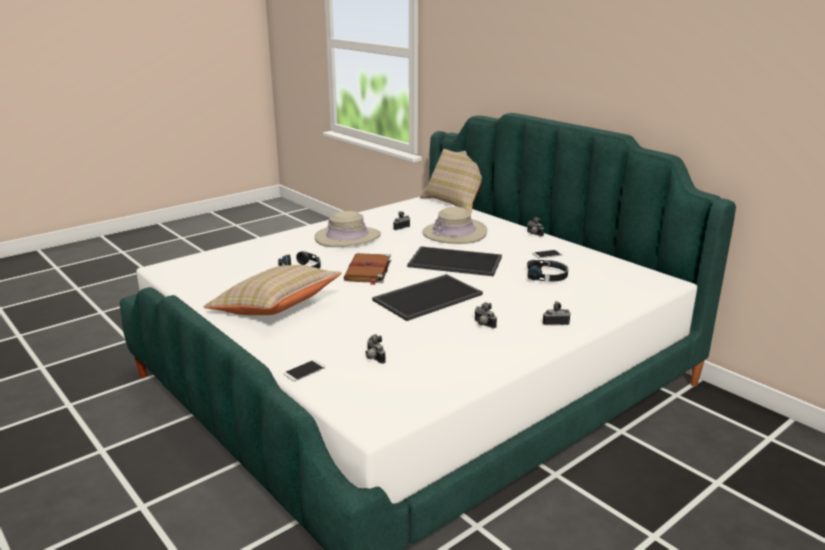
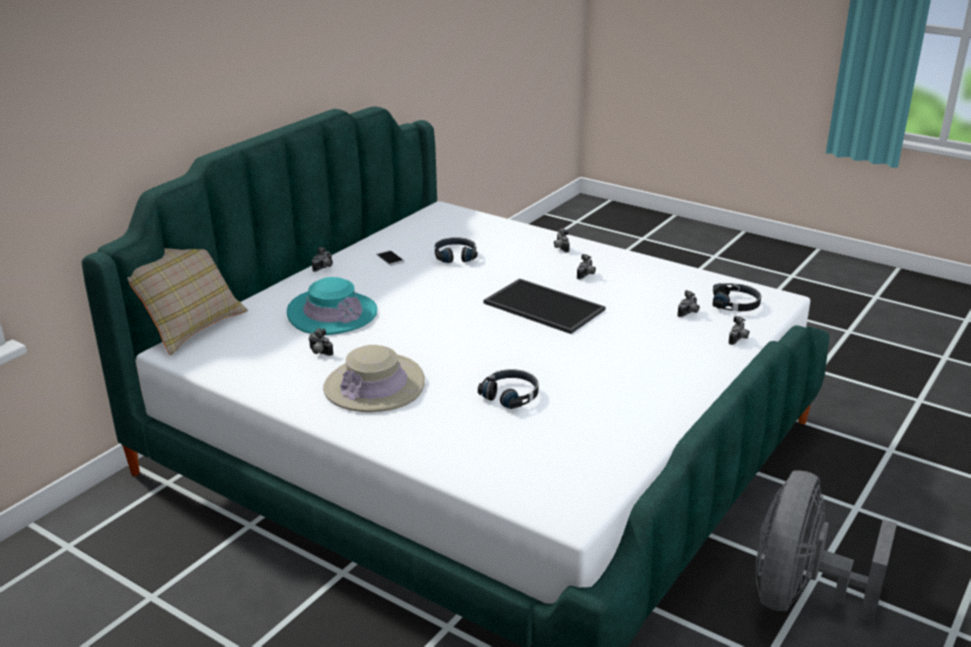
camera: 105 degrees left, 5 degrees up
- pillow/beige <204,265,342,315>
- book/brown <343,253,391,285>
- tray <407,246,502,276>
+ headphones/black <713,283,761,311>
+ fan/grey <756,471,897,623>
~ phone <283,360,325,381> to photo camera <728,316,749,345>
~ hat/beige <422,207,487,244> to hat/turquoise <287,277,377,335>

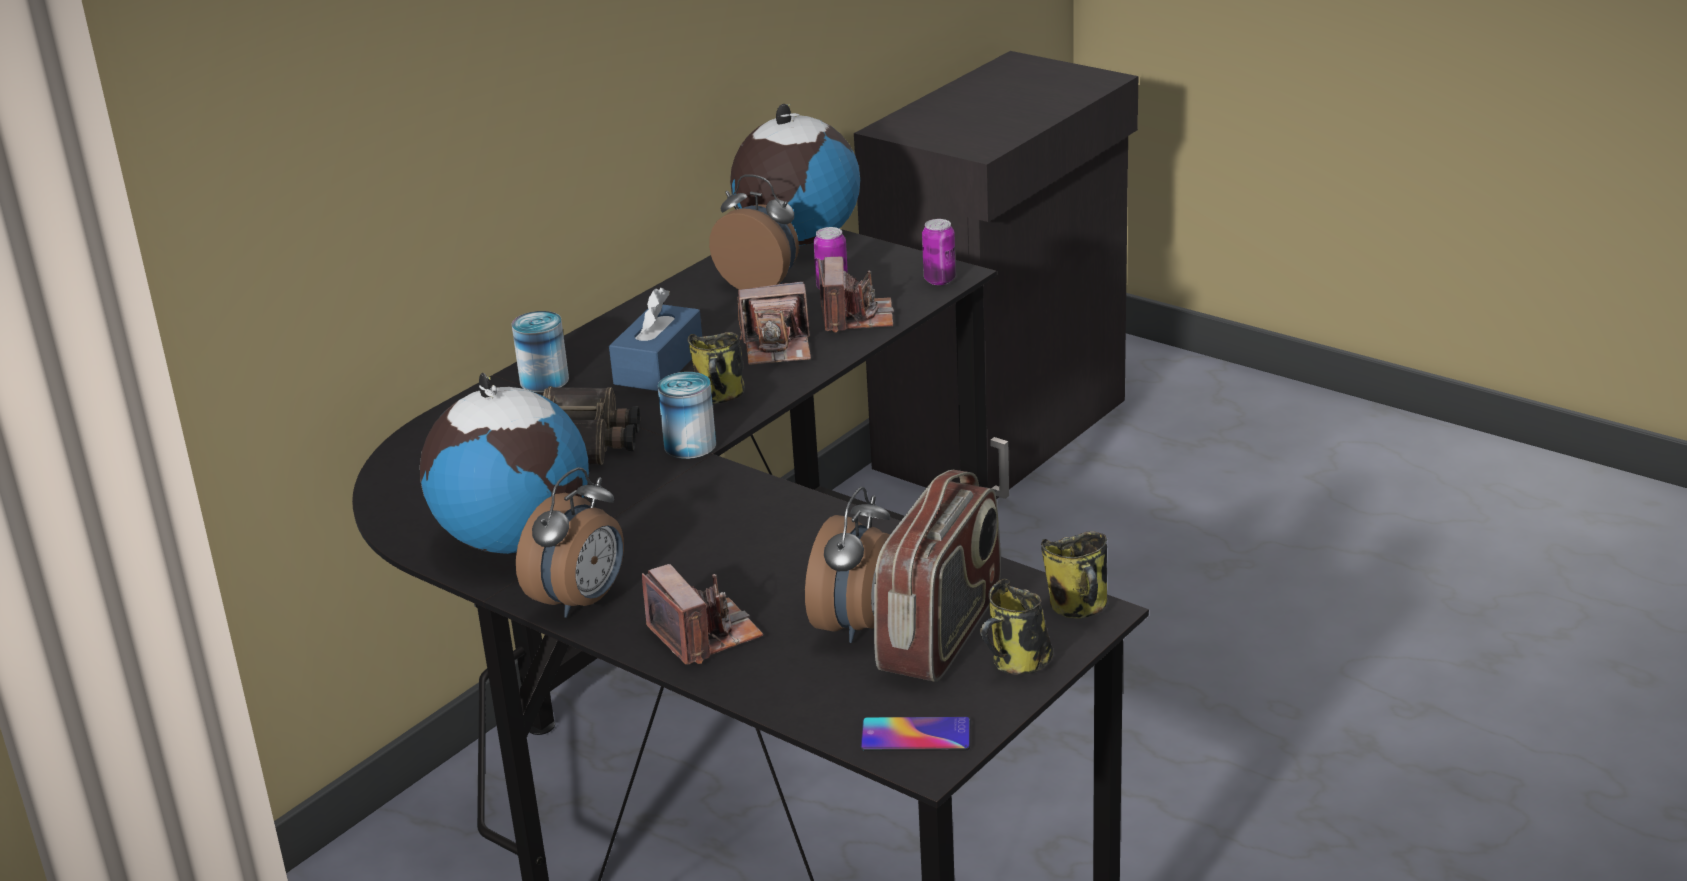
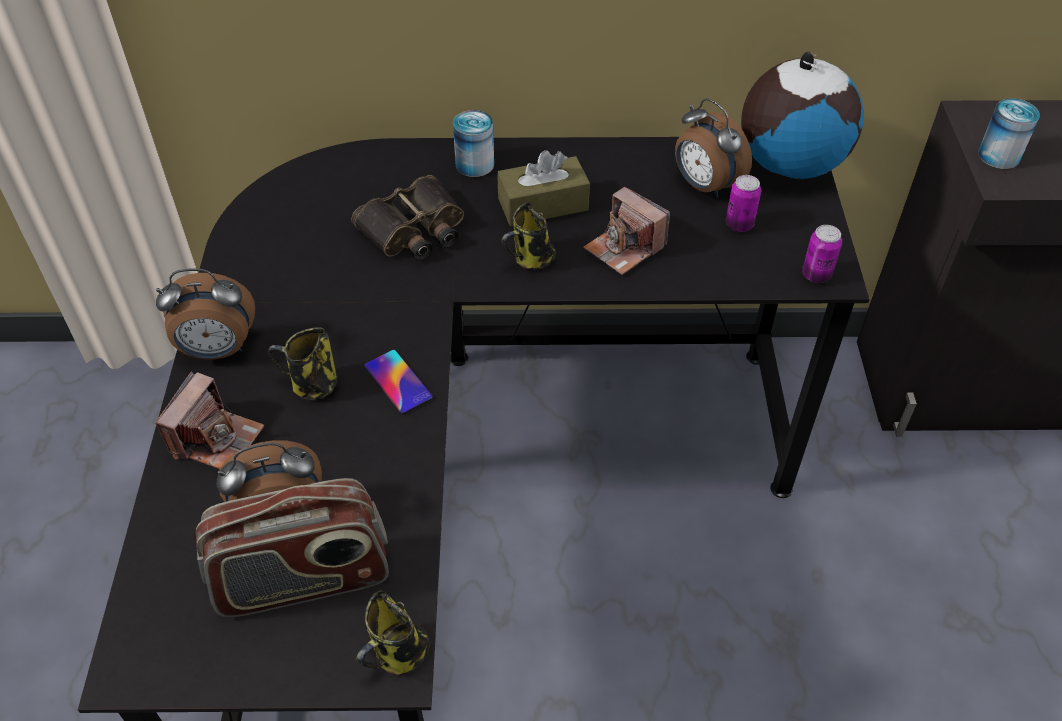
camera: 50 degrees right, 20 degrees up
- globe <420,373,589,554>
- photo camera <818,257,894,333>
~ can <657,372,716,459> to <978,99,1040,169>
~ phone <860,717,970,751> to <364,350,433,414>
~ mug <980,579,1053,675> to <268,328,338,400>
~ tissue box/blue <609,288,702,391> to tissue box/brown <497,150,590,226>
~ alarm clock <709,174,799,290> = <675,99,752,198> 150 degrees clockwise

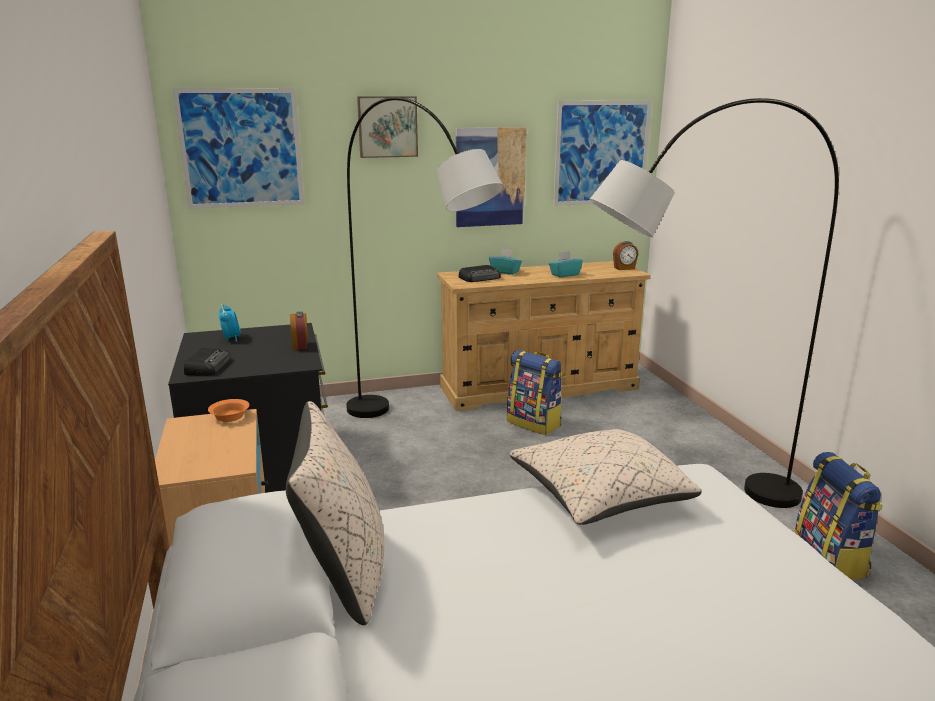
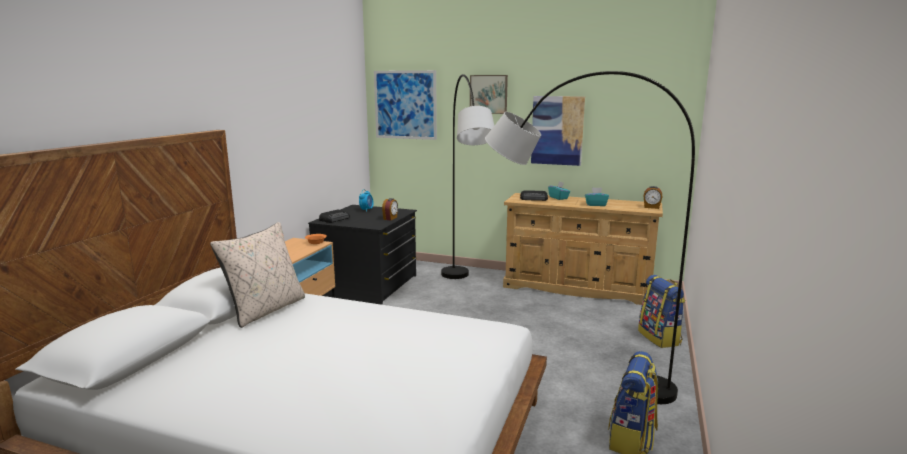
camera: 35 degrees right, 5 degrees down
- pillow/beige <510,429,702,525>
- picture <553,101,652,206>
~ backpack <507,350,563,435> to <638,275,685,348>

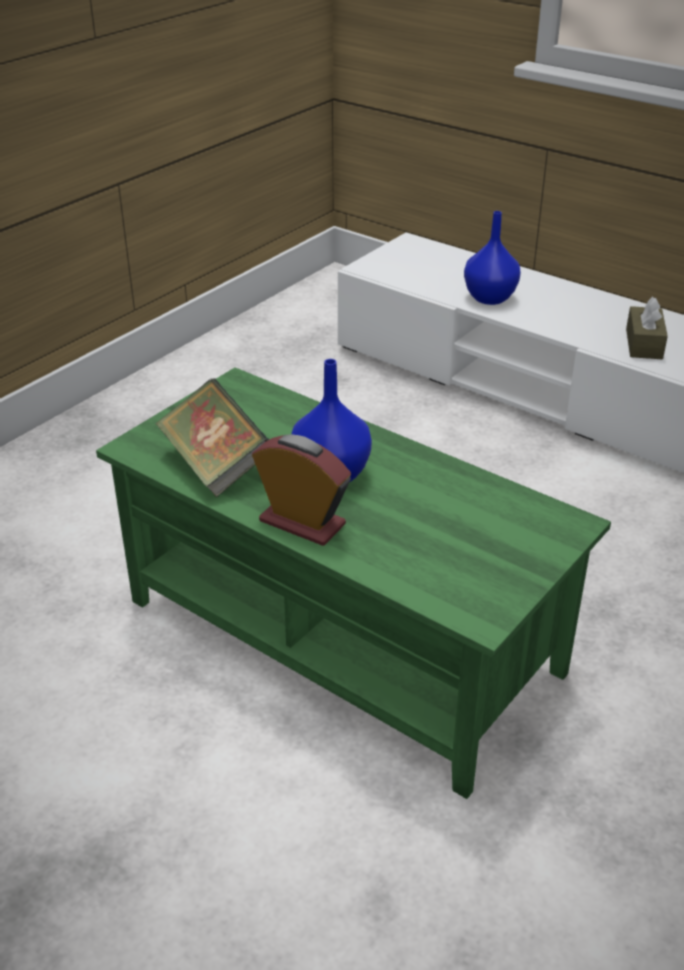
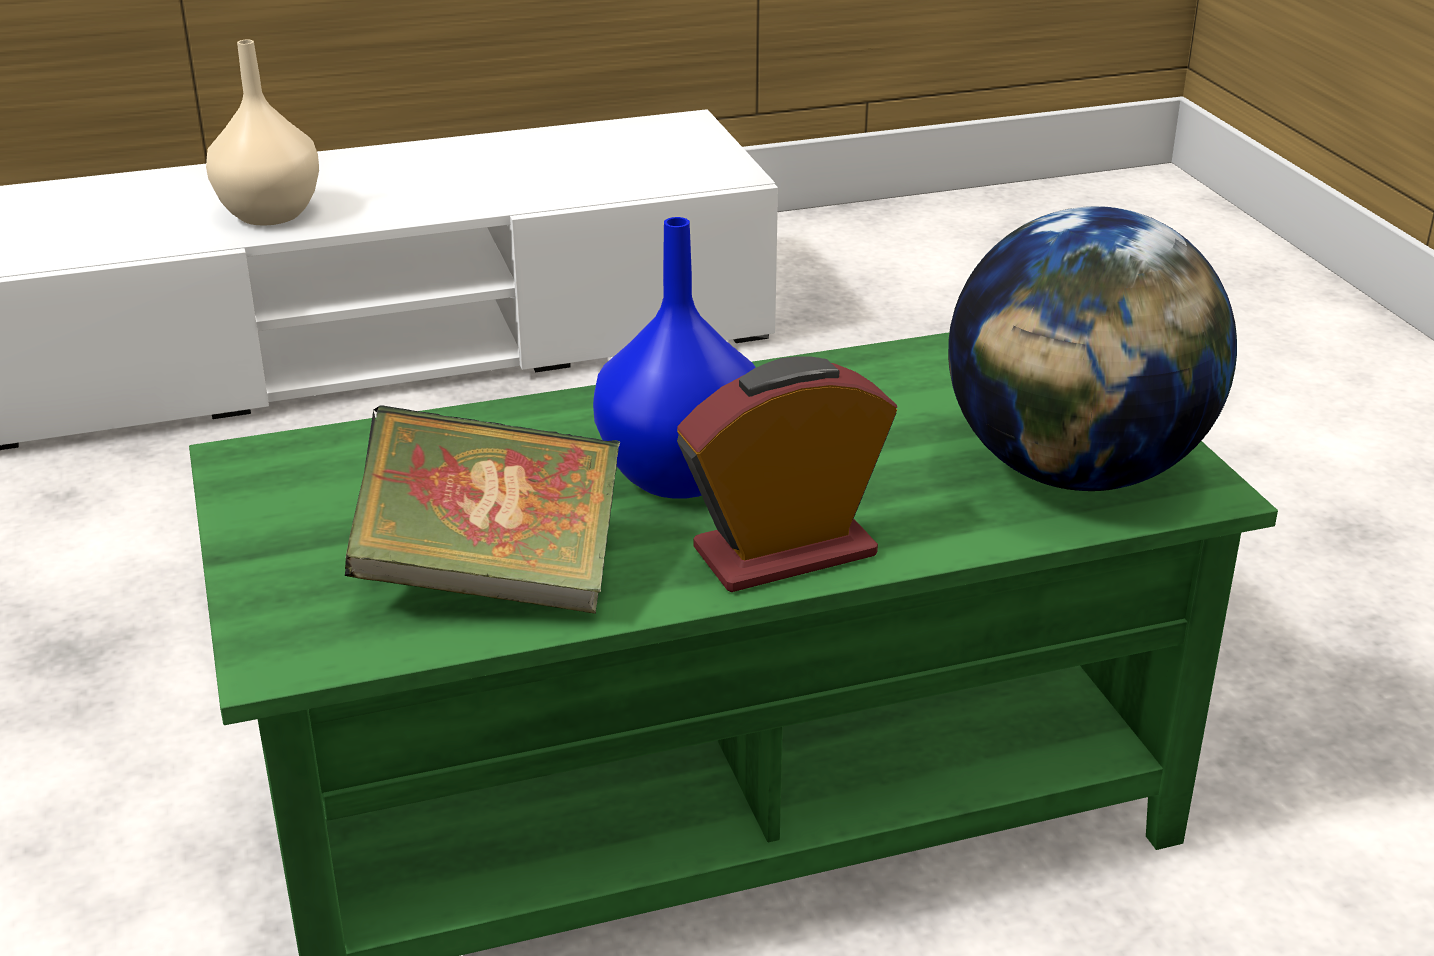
camera: 55 degrees left, 5 degrees down
- tissue box/brown <626,297,668,359>
+ globe <948,206,1237,491>
~ vase/blue <464,211,521,305> to vase/beige <206,40,319,226>

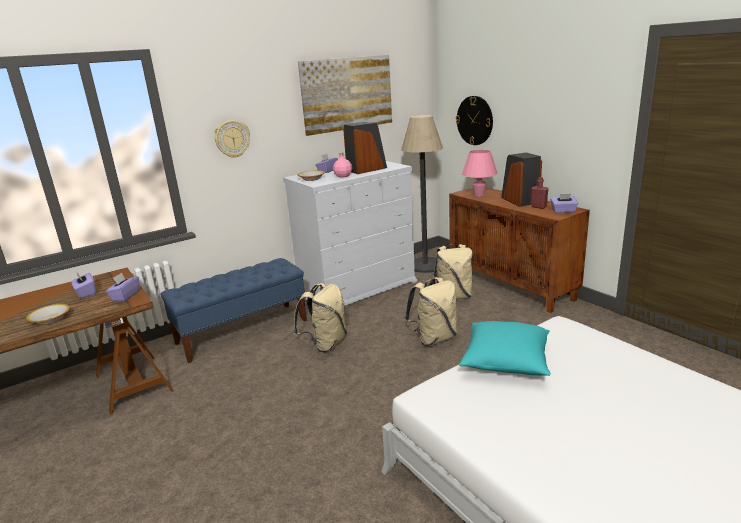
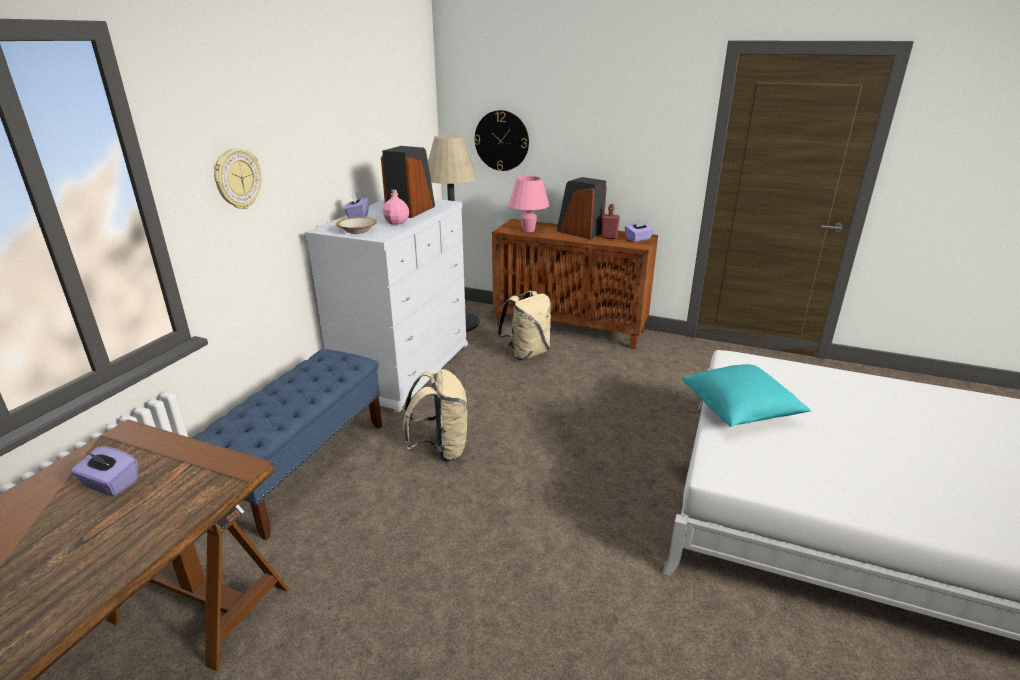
camera: 35 degrees left, 5 degrees up
- bowl <26,304,70,325>
- tissue box/purple <106,273,139,301>
- picture <298,55,392,136>
- backpack/beige <404,277,457,346>

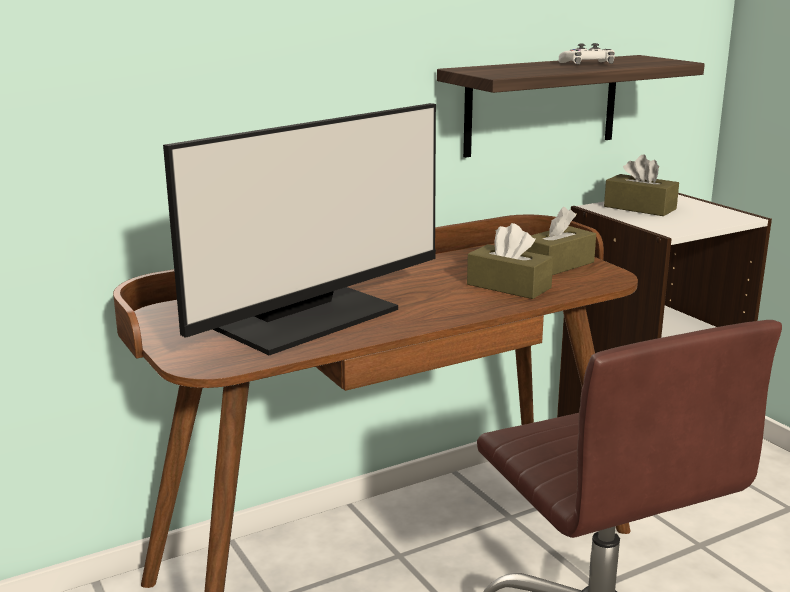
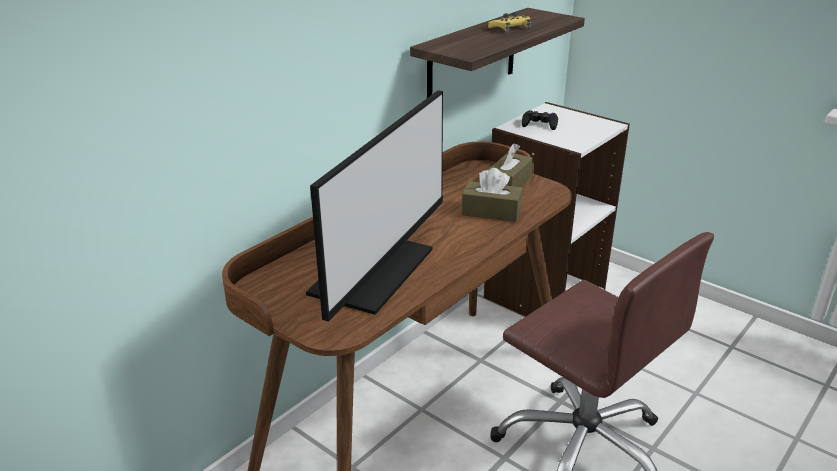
camera: 20 degrees left, 10 degrees up
~ tissue box/brown <604,155,679,216> to game controller/black <522,110,558,130>
~ game controller/white <559,43,615,64> to game controller/yellow <488,12,532,32>

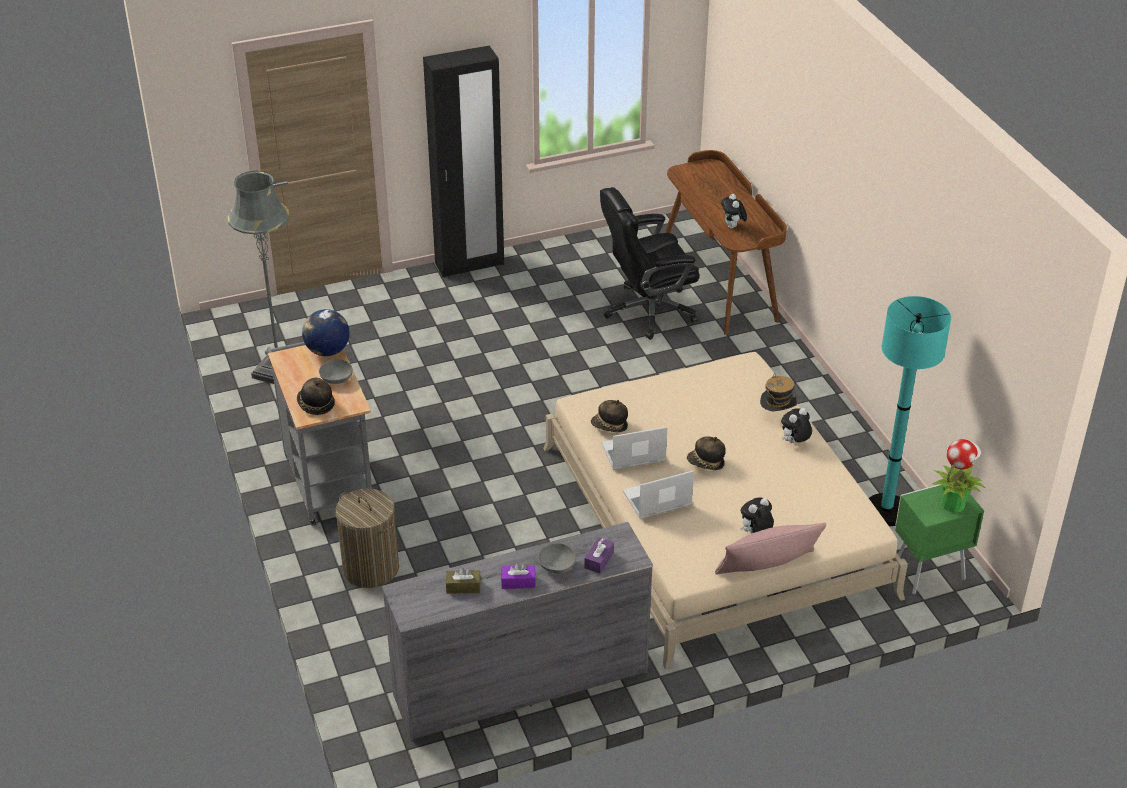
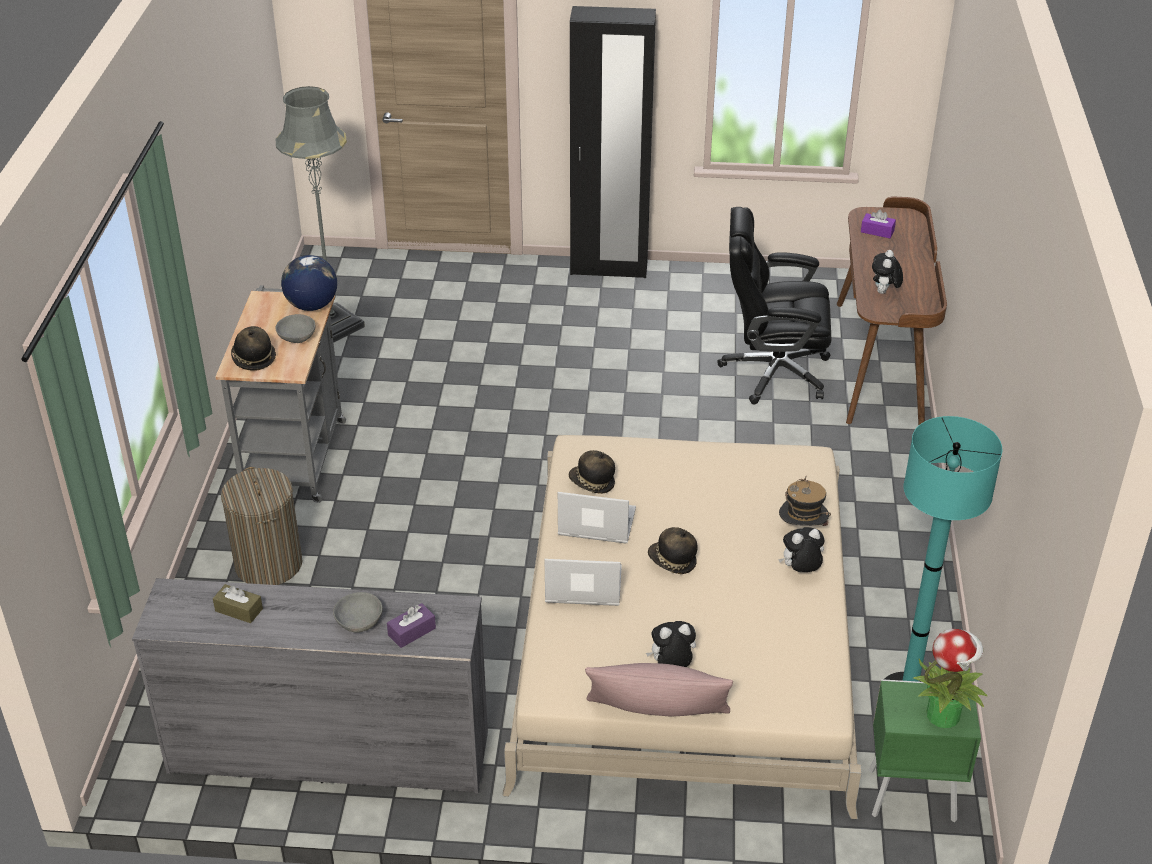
camera: 25 degrees right, 0 degrees up
~ tissue box/purple <501,563,536,589> to <861,210,896,238>

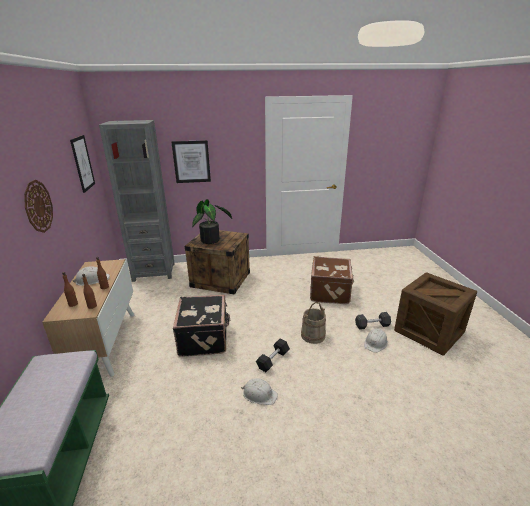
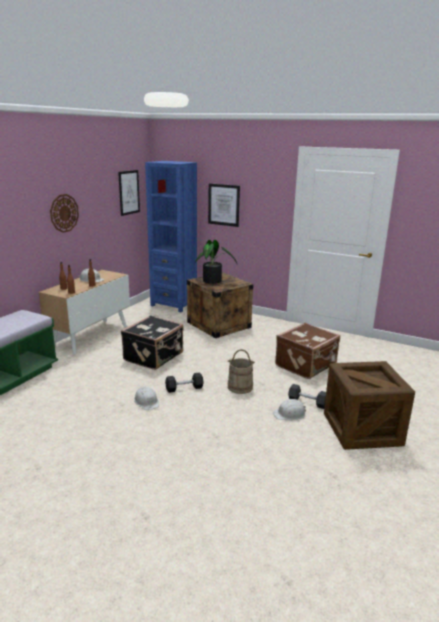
camera: 35 degrees right, 5 degrees down
~ bookcase/grey <99,120,175,282> to bookcase/blue <145,161,197,312>

